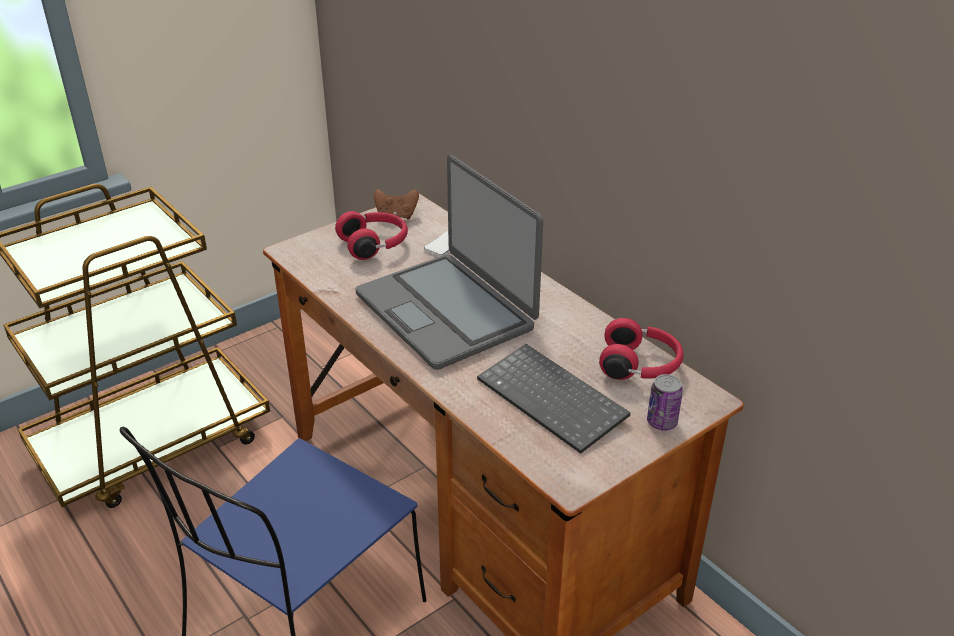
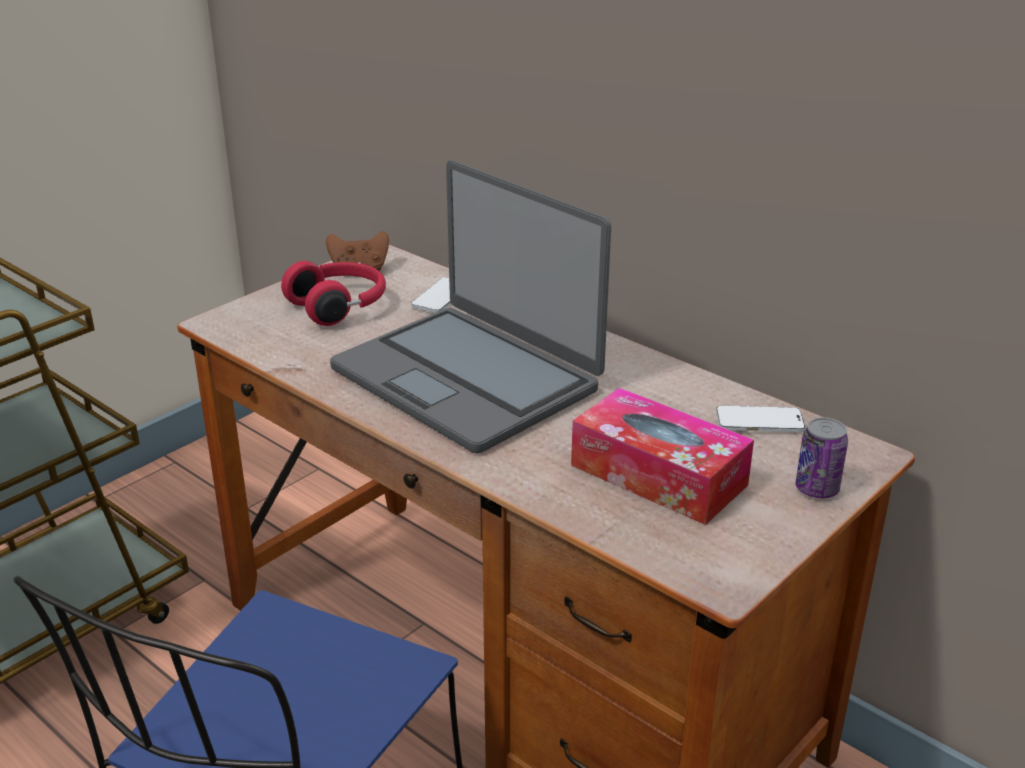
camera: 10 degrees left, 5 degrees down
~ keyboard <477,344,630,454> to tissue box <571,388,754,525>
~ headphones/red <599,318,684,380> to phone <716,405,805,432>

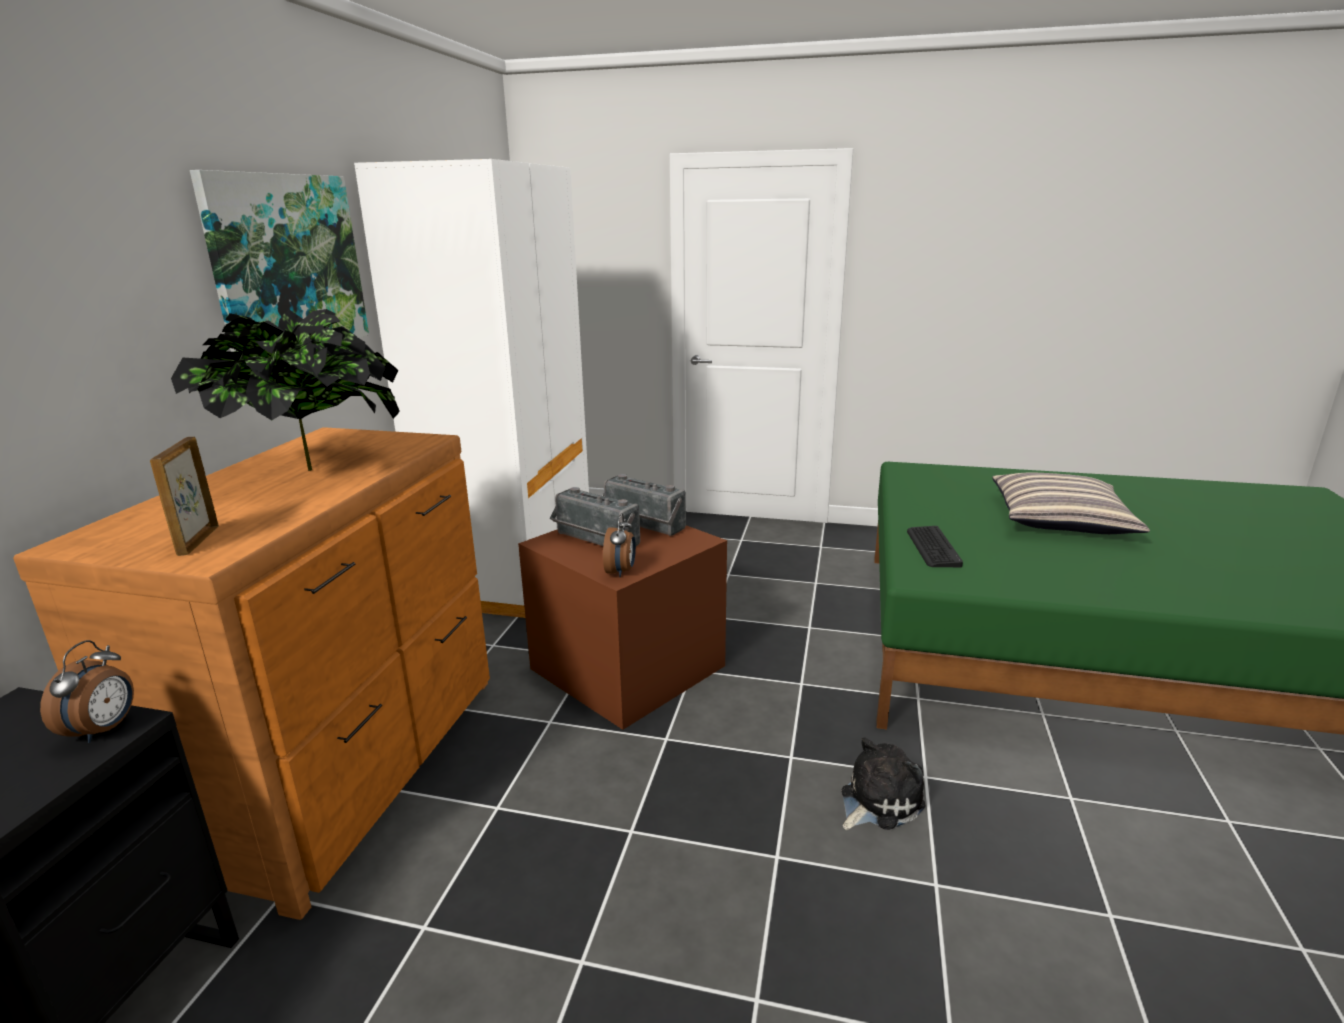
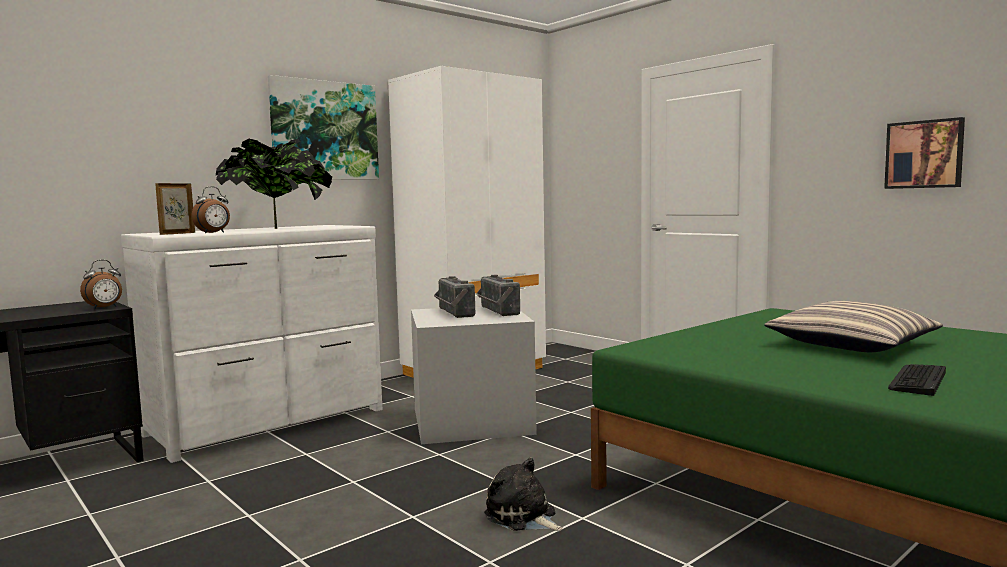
camera: 35 degrees right, 15 degrees down
+ picture <884,117,965,189>
~ alarm clock <603,513,636,577> to <192,186,230,234>
~ keyboard <907,526,963,567> to <888,364,946,396>
~ dresser/brown <13,427,490,920> to dresser/white <121,225,383,463>
~ storage box/brown <518,525,727,730> to storage box/grey <411,306,537,444>
~ plush toy <841,737,926,830> = <484,458,563,531> 135 degrees counterclockwise

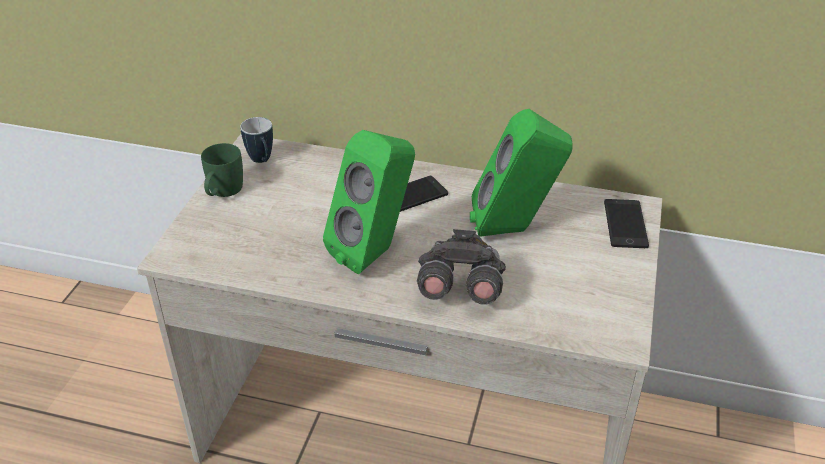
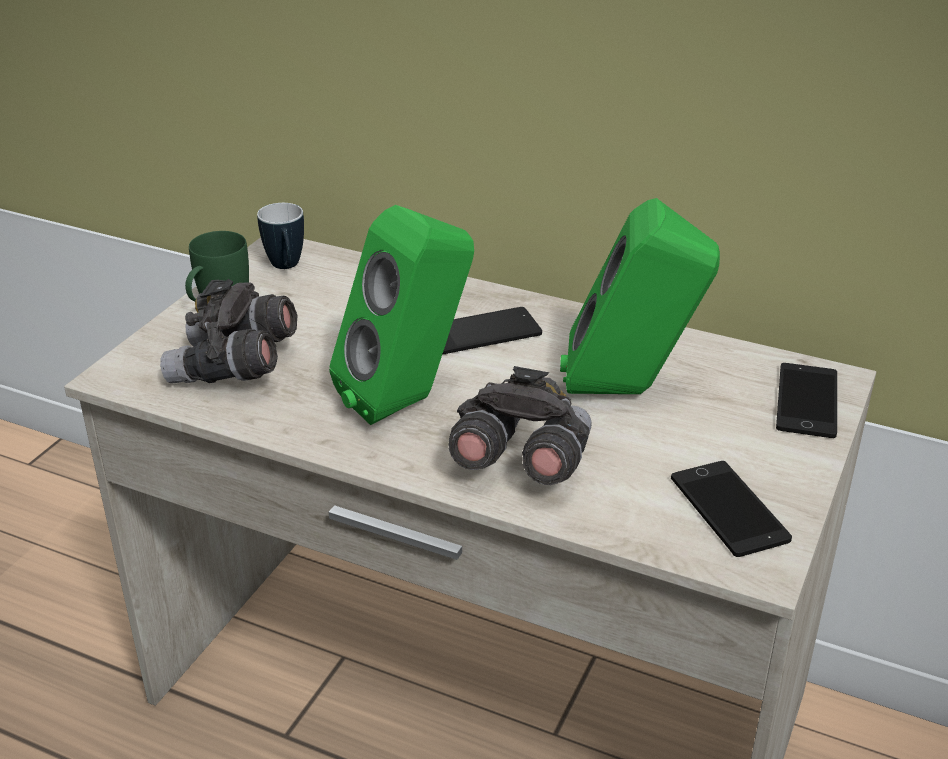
camera: 10 degrees right, 5 degrees down
+ binoculars/grey <160,279,297,384>
+ phone <671,461,792,557>

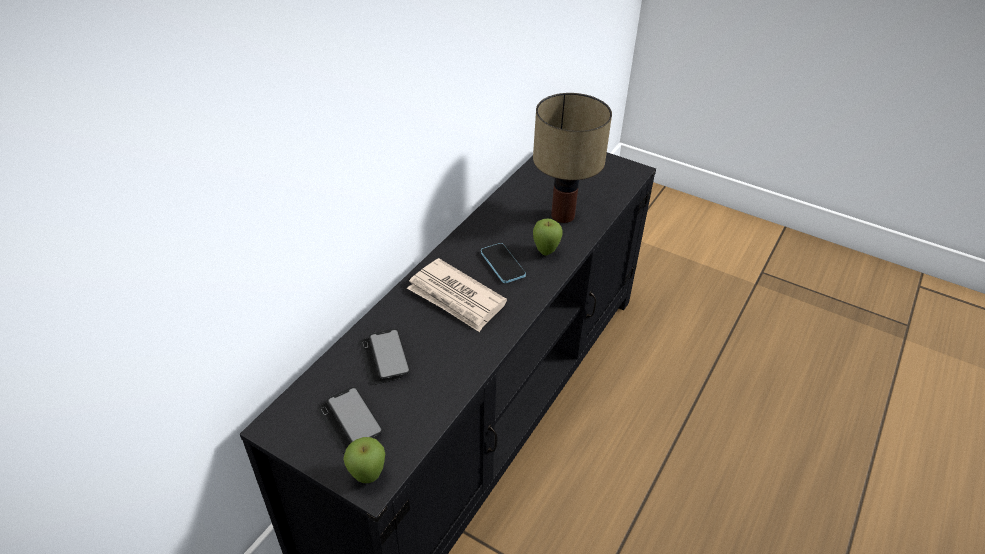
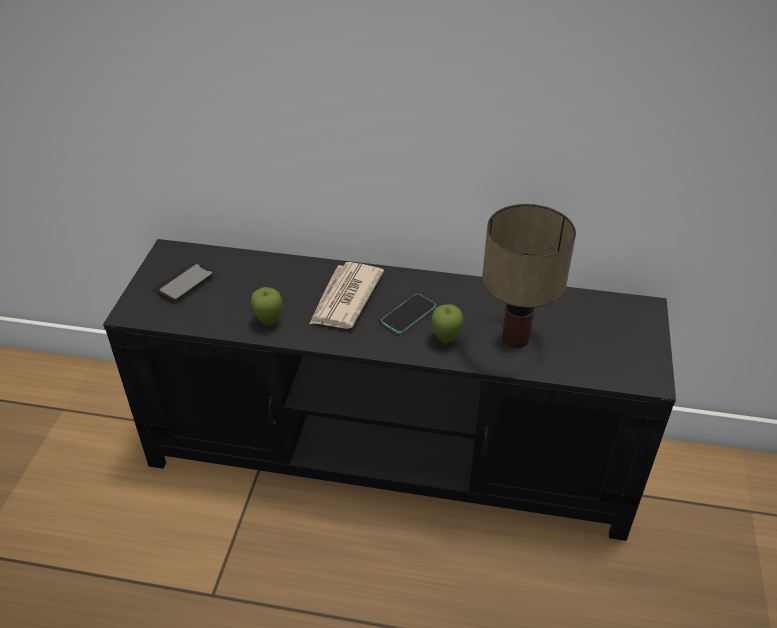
camera: 70 degrees right, 0 degrees up
- phone <359,329,410,385>
~ apple <343,437,385,483> to <250,287,283,326>

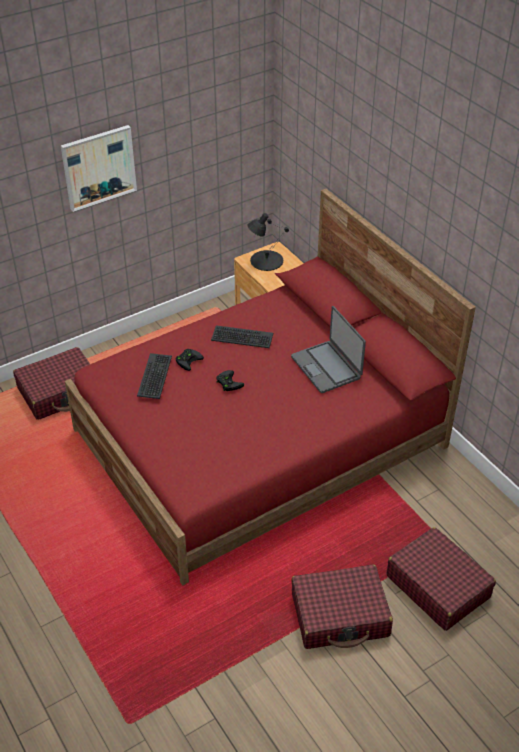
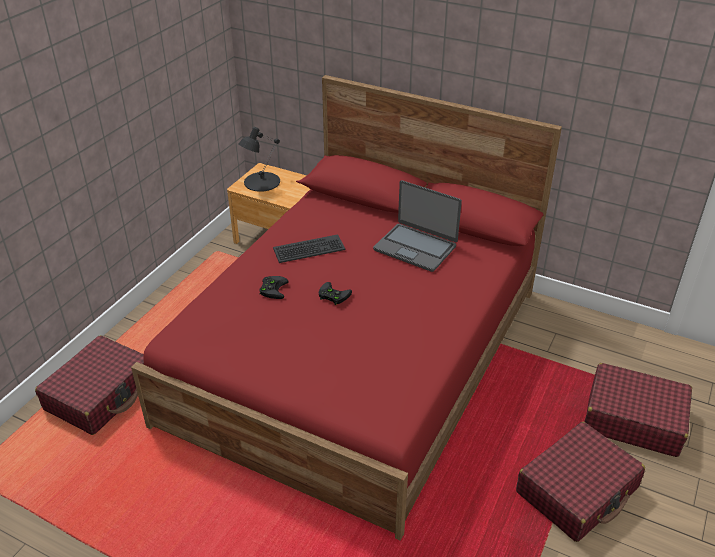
camera: 30 degrees left, 5 degrees down
- picture <61,125,137,212>
- keyboard <137,353,172,399>

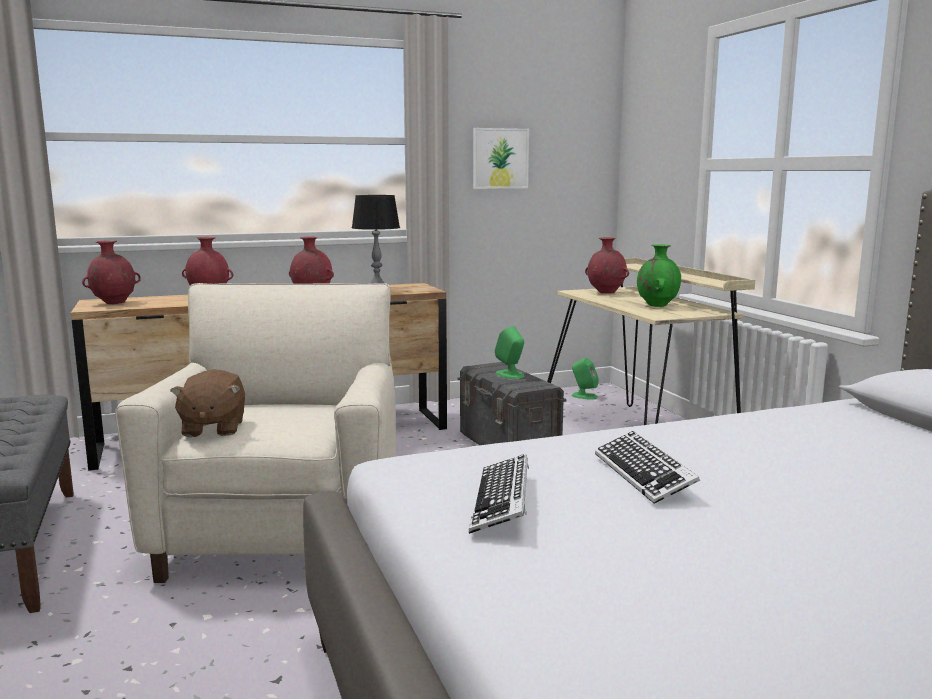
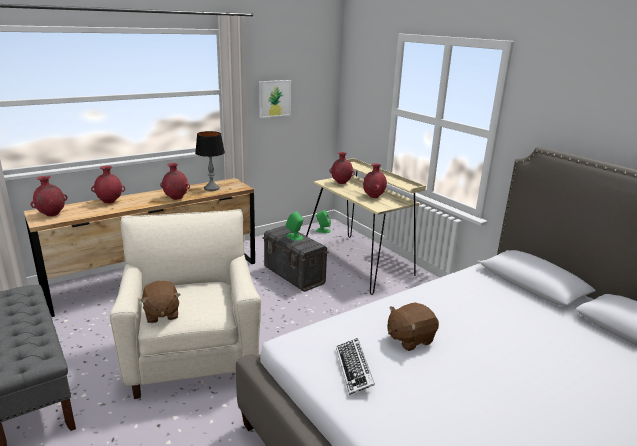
camera: 15 degrees left, 10 degrees up
~ keyboard <595,431,700,504> to plush toy/brown <387,303,439,351>
~ vase/green <637,244,681,307> to vase/red <363,164,387,198>

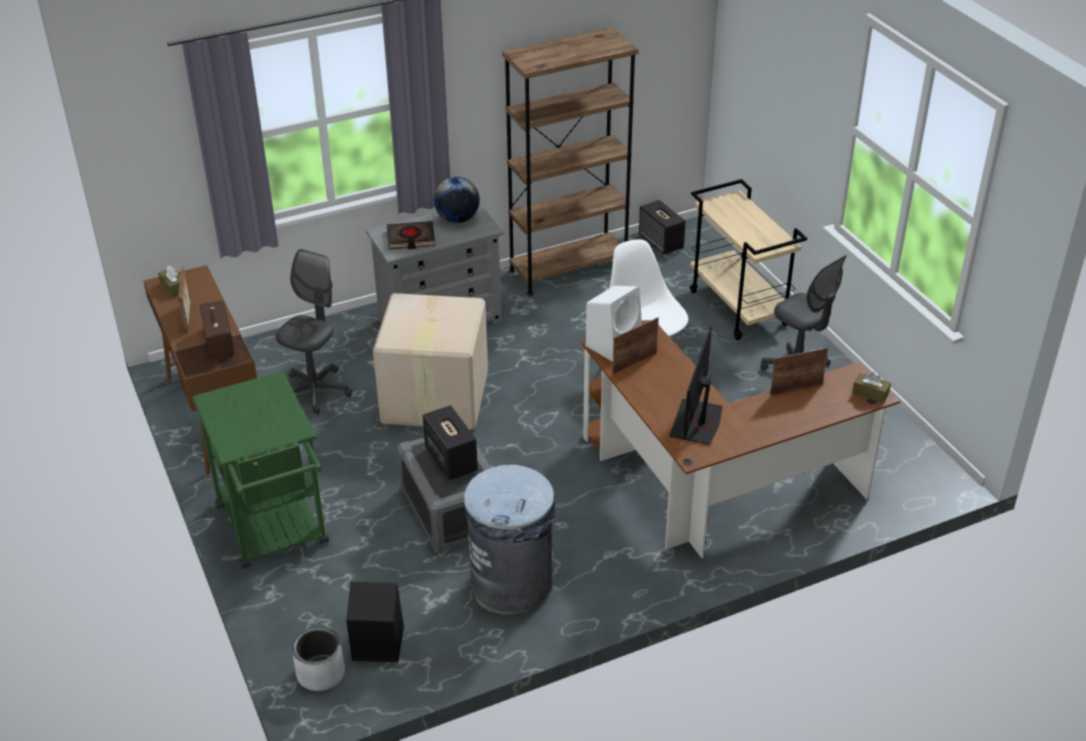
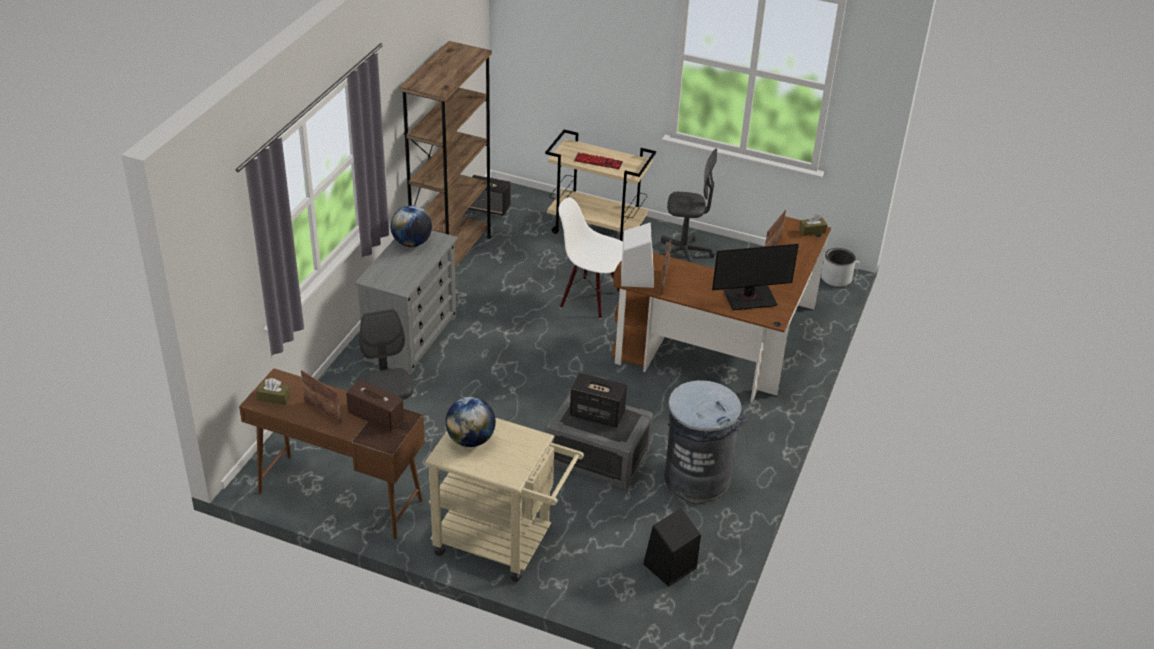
camera: 45 degrees left, 0 degrees up
- cardboard box <373,293,488,430>
- book/black <387,221,435,249>
+ globe <445,397,496,447>
+ keyboard <574,152,623,169>
~ planter/grey <292,627,345,691> to <821,248,856,287>
~ cart/green <192,371,329,569> to cart/beige <425,418,584,582>
~ monitor <669,326,723,445> = <712,244,799,310> 75 degrees counterclockwise

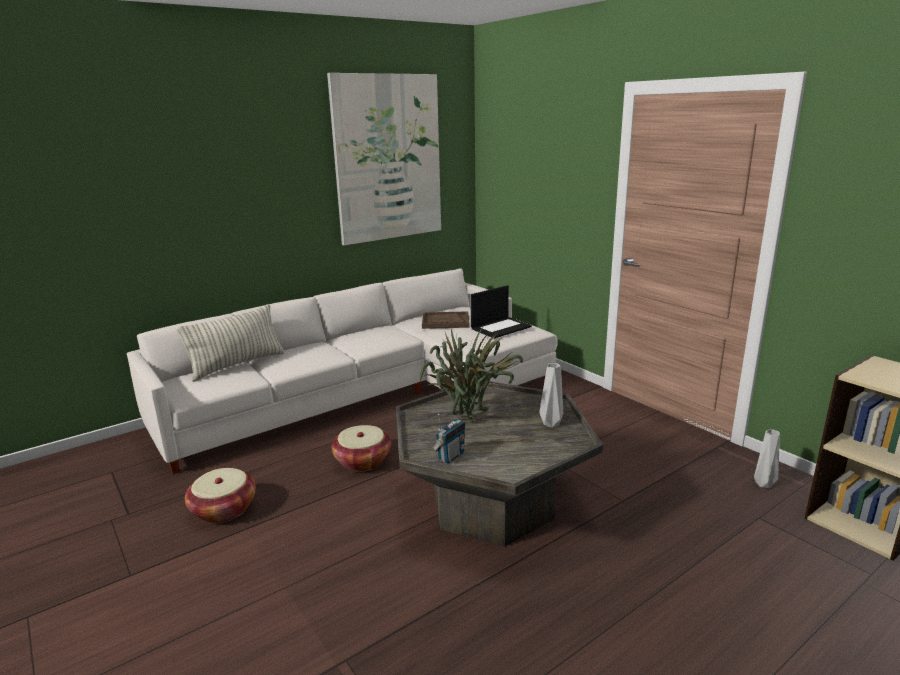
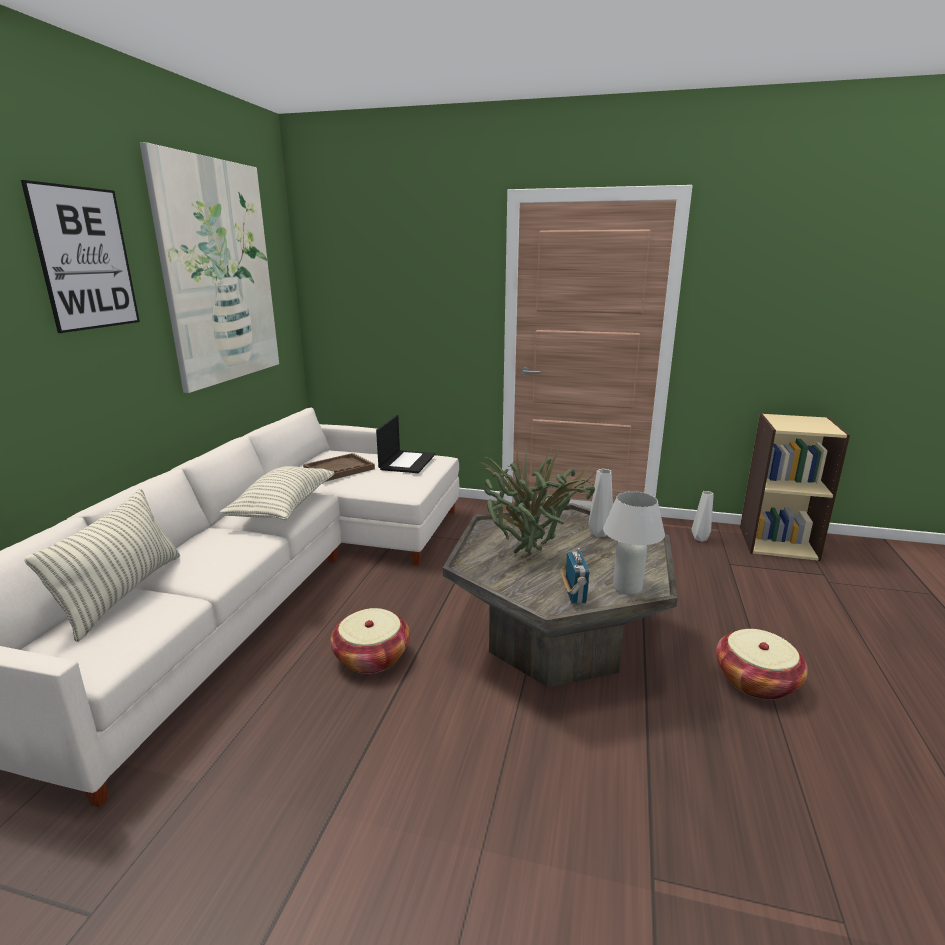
camera: 40 degrees left, 0 degrees up
+ picture <21,180,140,333>
+ pillow <220,466,334,520>
+ table lamp/white <603,491,665,595>
~ basket <185,468,256,523> to <716,629,808,700>

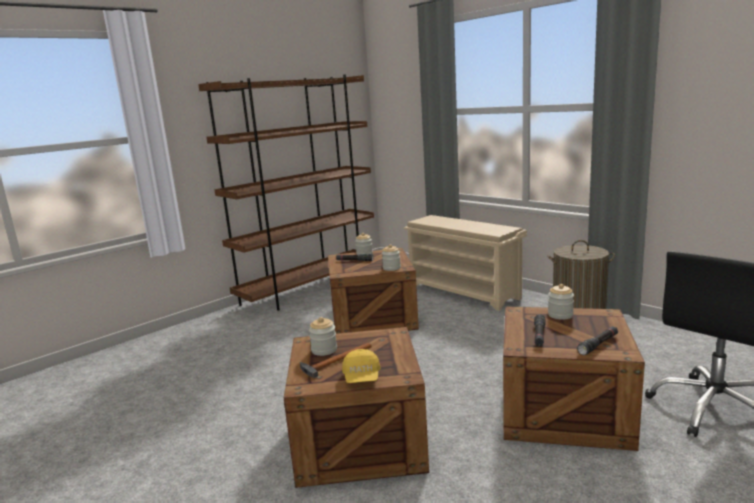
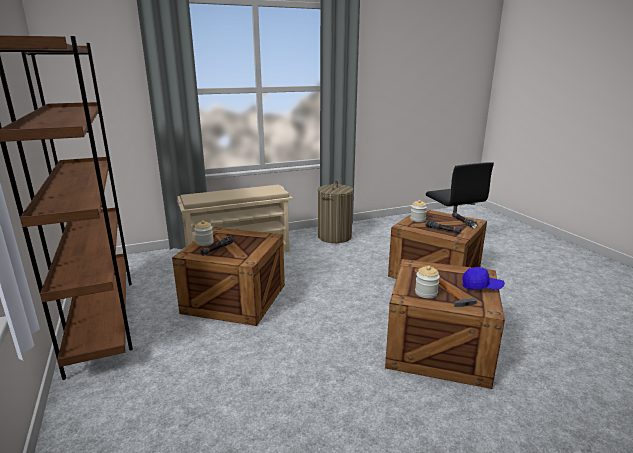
camera: 70 degrees left, 5 degrees up
- jar <382,244,401,271>
~ cap/yellow <342,349,380,383> to cap/blue <462,267,505,290>

